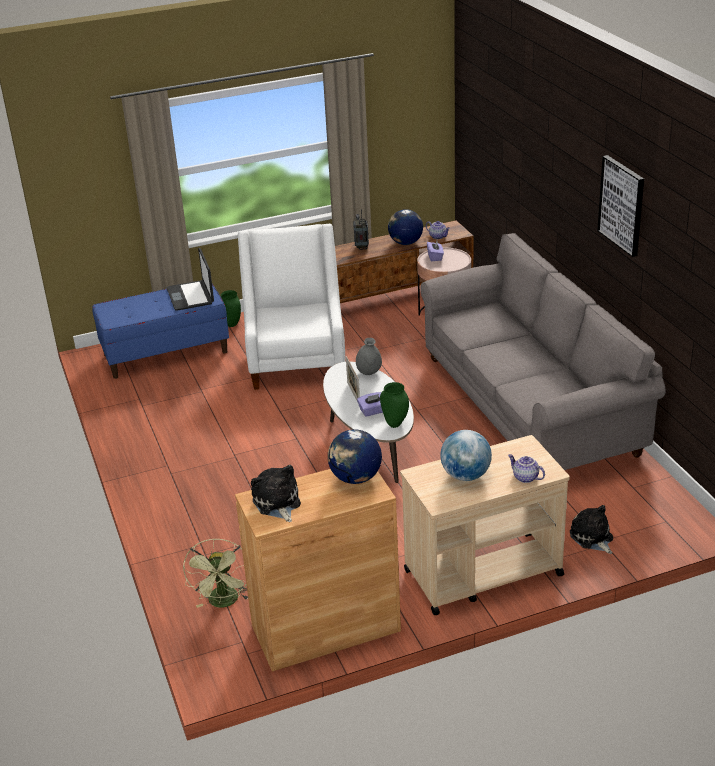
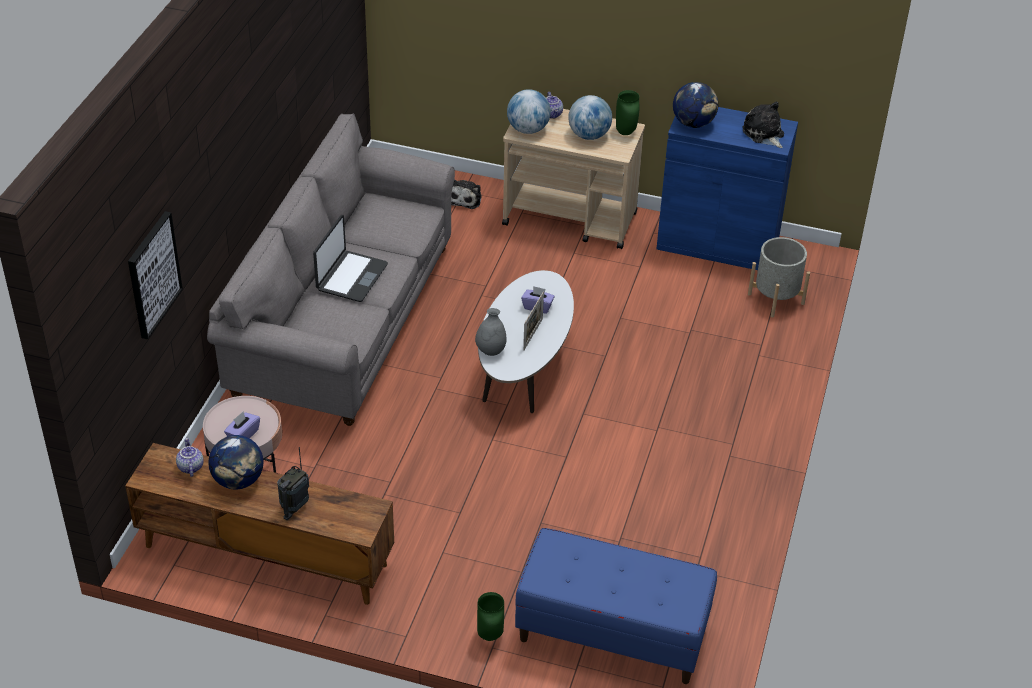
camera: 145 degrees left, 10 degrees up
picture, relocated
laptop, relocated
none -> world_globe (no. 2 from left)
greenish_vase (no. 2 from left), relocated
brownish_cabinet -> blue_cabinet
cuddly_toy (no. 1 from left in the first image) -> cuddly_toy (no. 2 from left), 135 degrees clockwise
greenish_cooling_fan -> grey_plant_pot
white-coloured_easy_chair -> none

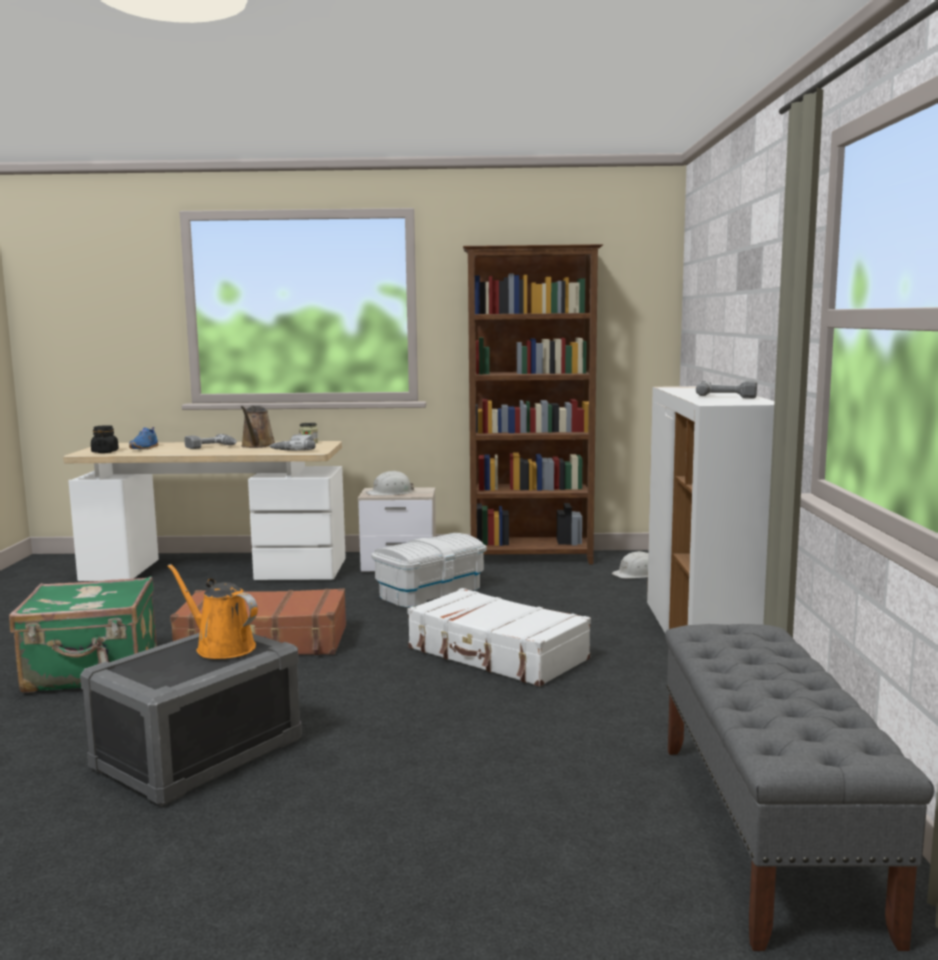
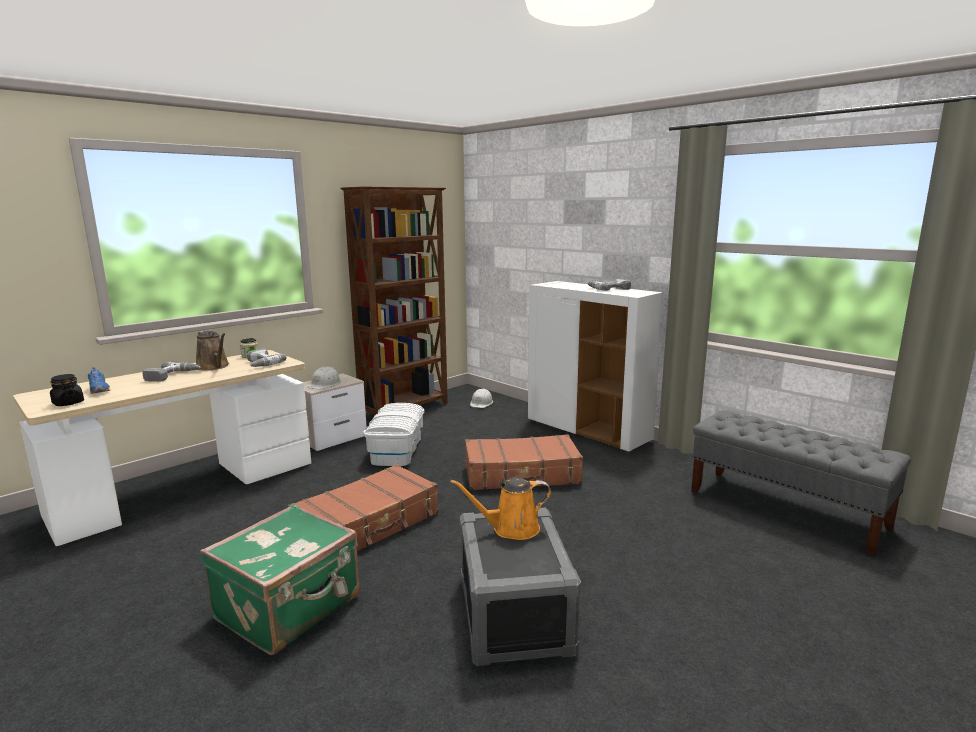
camera: 45 degrees left, 5 degrees up
white-coloured_piece_of_luggage -> brownish_piece_of_luggage (no. 2 from left)

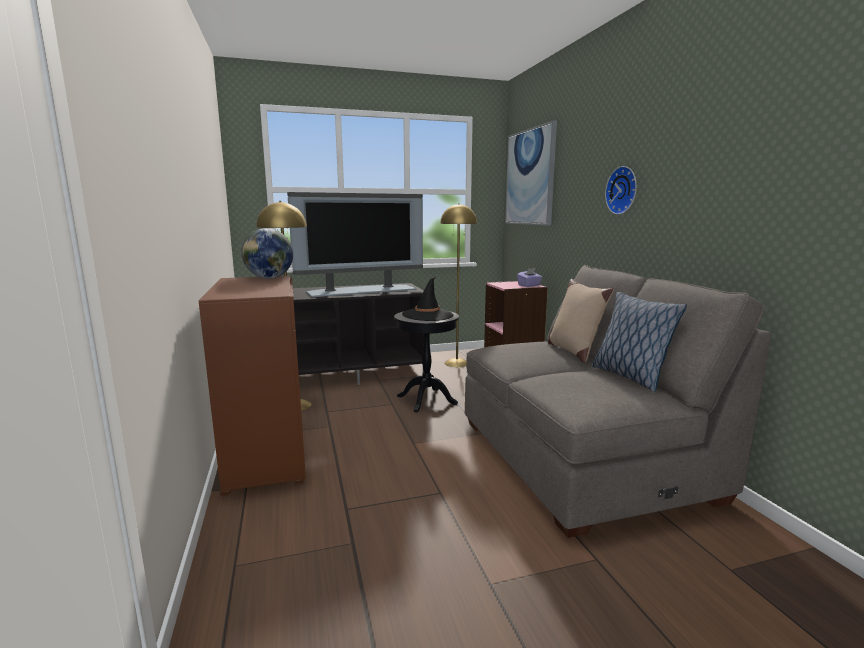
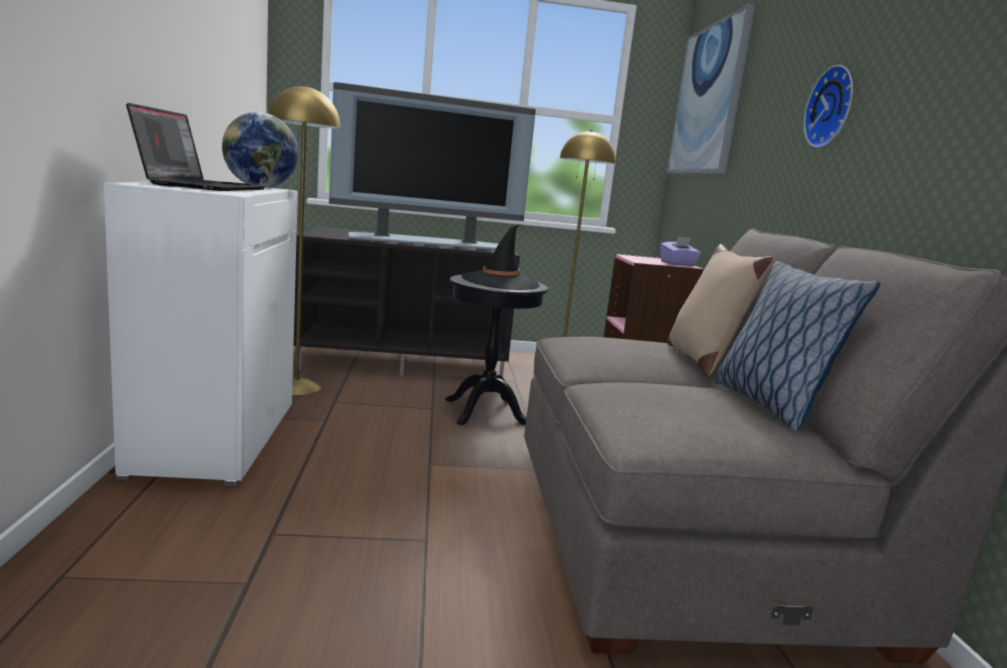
camera: 10 degrees right, 0 degrees up
brownish_cabinet -> white-coloured_cabinet
none -> laptop

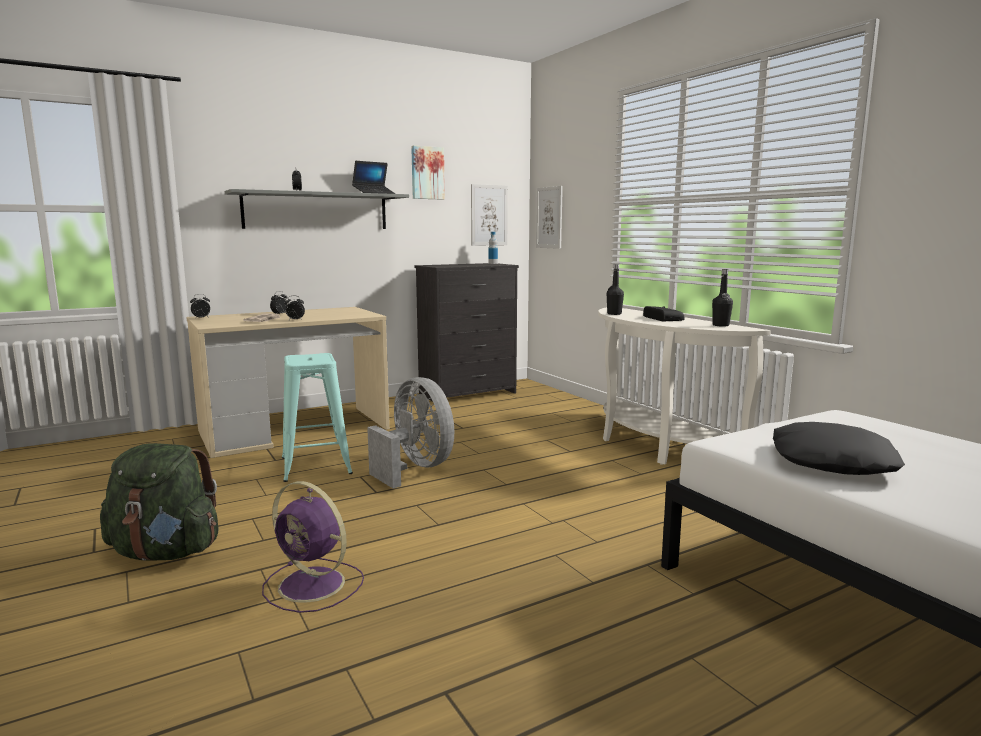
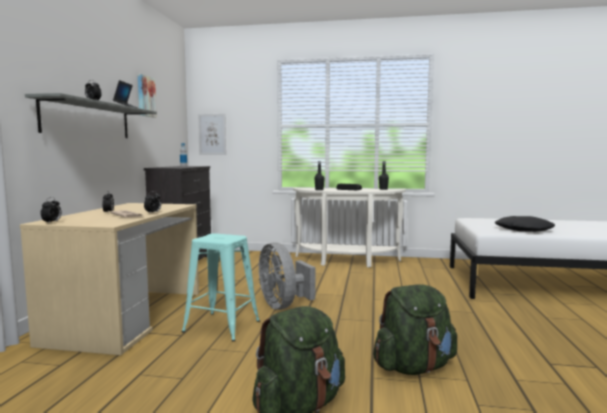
camera: 50 degrees left, 5 degrees down
grey_cooling_fan, 120 degrees counterclockwise
purplish_cooling_fan -> greenish_backpack (no. 2 from left)
picture (no. 2 from left) -> none

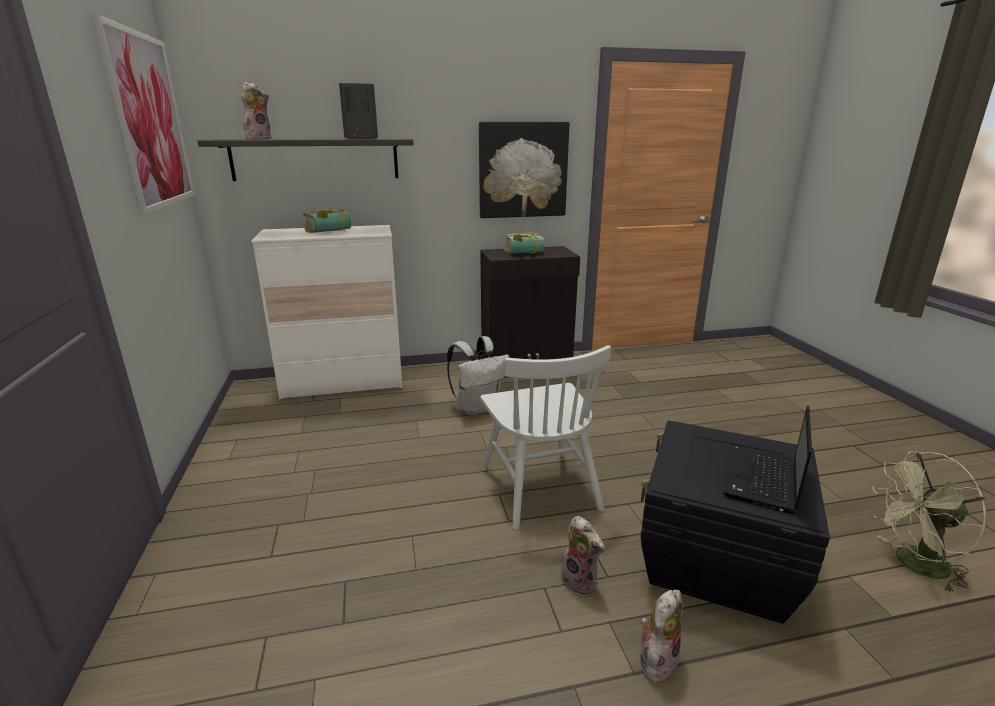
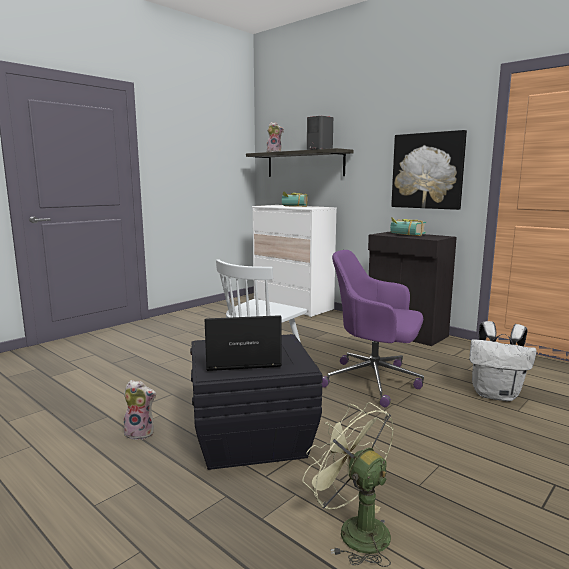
camera: 55 degrees right, 10 degrees down
none -> purplish_desk_chair
white-coloured_backpack, relocated
picture (no. 1 from left) -> none
cuddly_toy (no. 2 from left) -> none

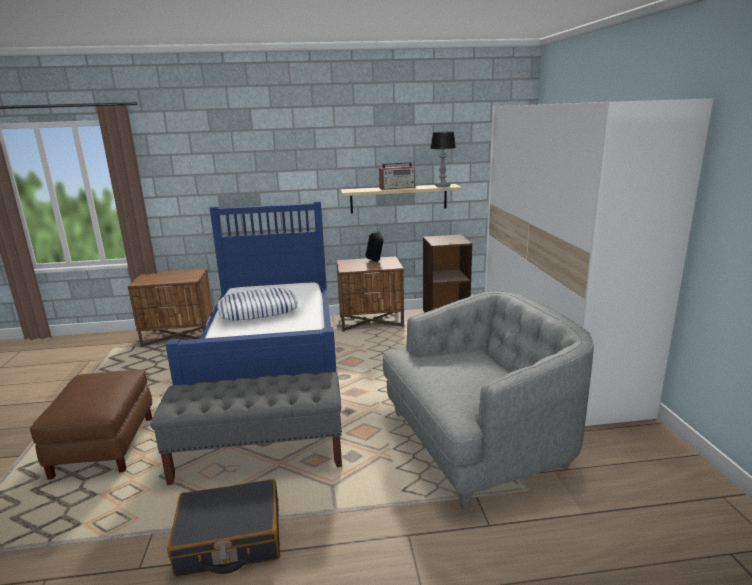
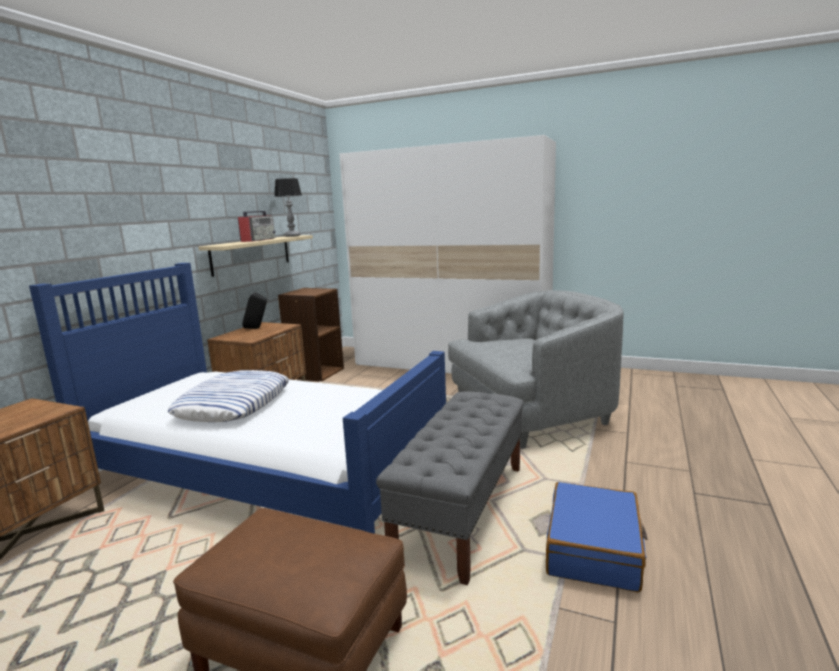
camera: 60 degrees left, 5 degrees down
grey_easy_chair, 60 degrees clockwise
black-coloured_piece_of_luggage -> blue_piece_of_luggage

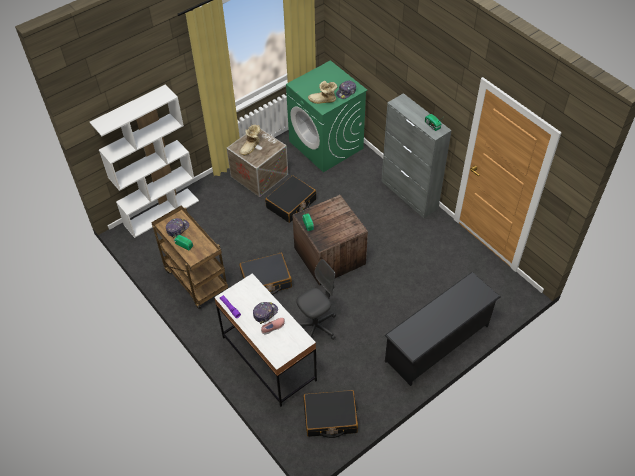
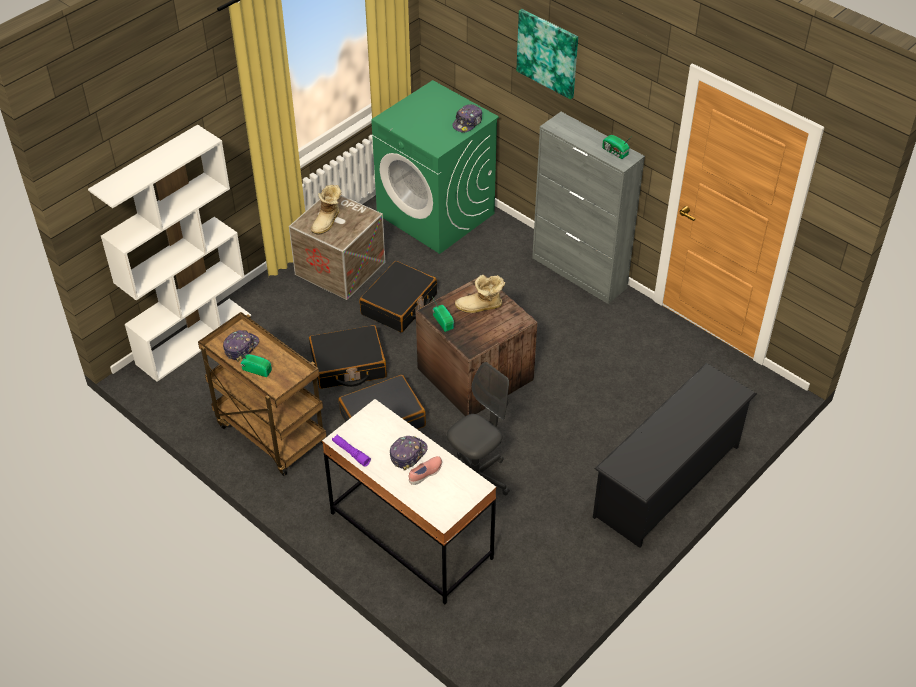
camera: 10 degrees left, 5 degrees down
black-coloured_piece_of_luggage (no. 3 from left in the first image) -> black-coloured_piece_of_luggage (no. 1 from left), relocated
tall_boot (no. 2 from left), relocated
none -> picture

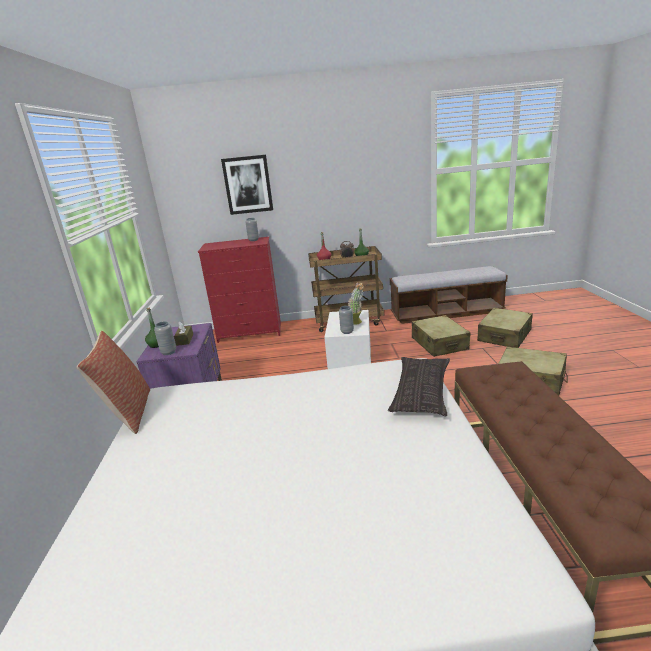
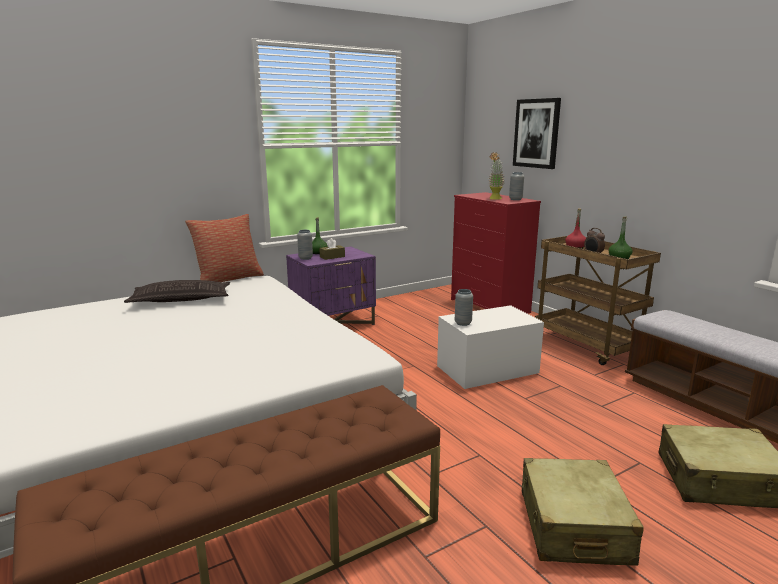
camera: 60 degrees right, 5 degrees down
pillow (no. 2 from left in the first image) -> pillow (no. 1 from left), relocated
plant_in_a_pot, relocated
beige_piece_of_luggage (no. 1 from left) -> none

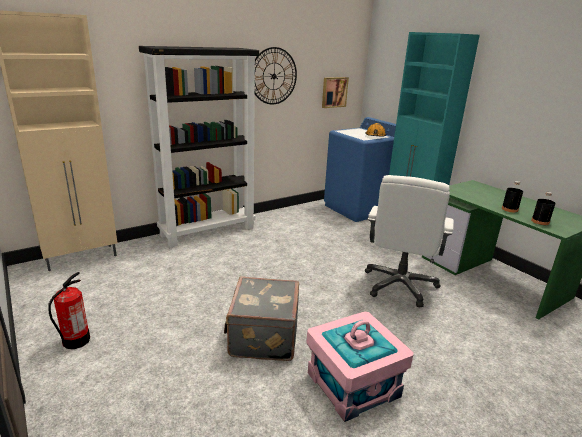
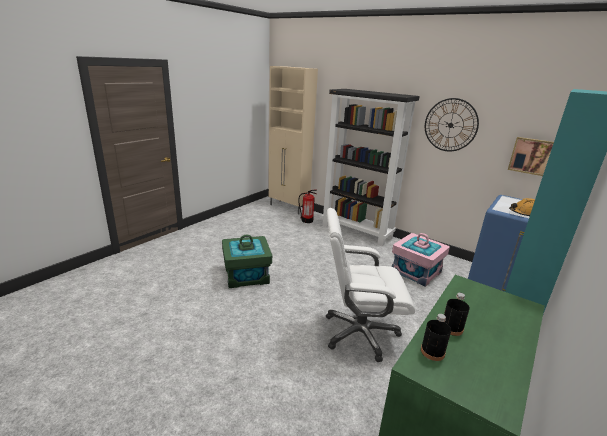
camera: 70 degrees right, 0 degrees up
grey_piece_of_luggage -> greenish_storage_container
fire_extinguisher, relocated
pinkish_storage_container, relocated

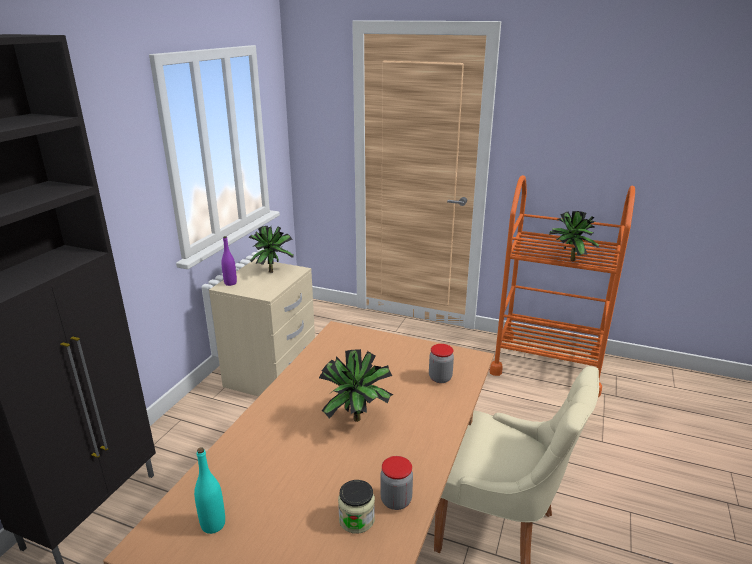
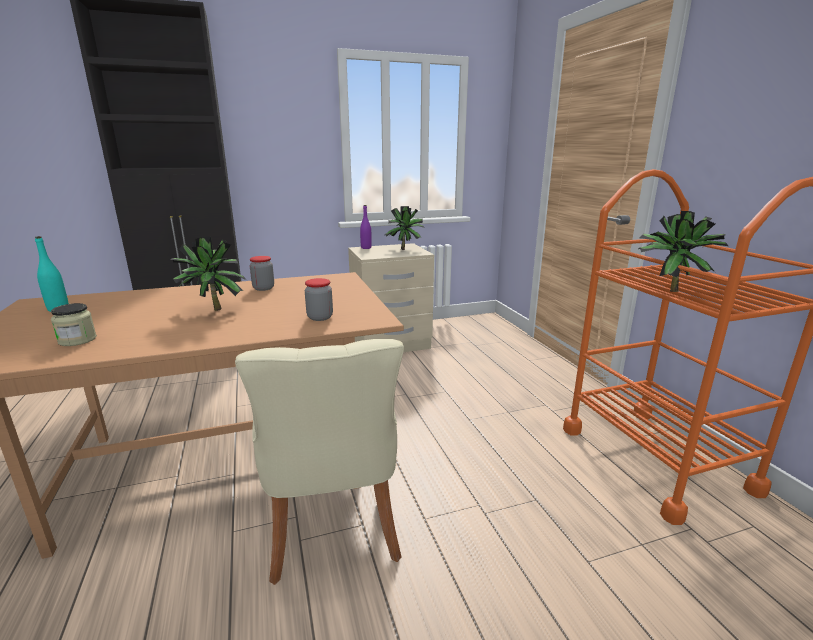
camera: 50 degrees right, 5 degrees down
storage_jar (no. 2 from left), relocated

